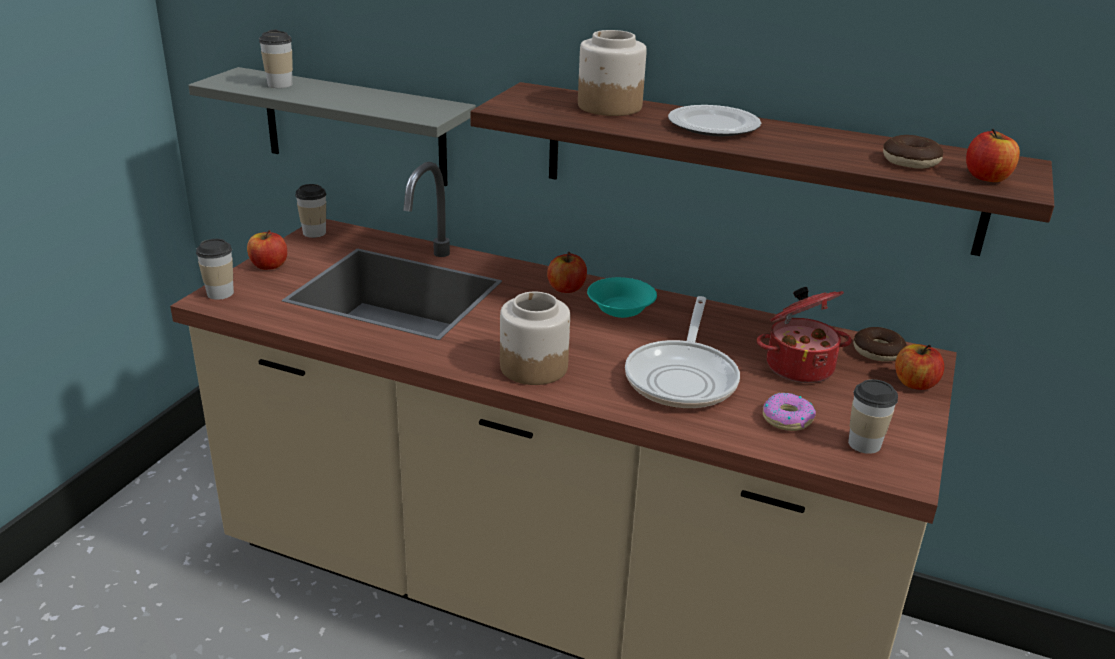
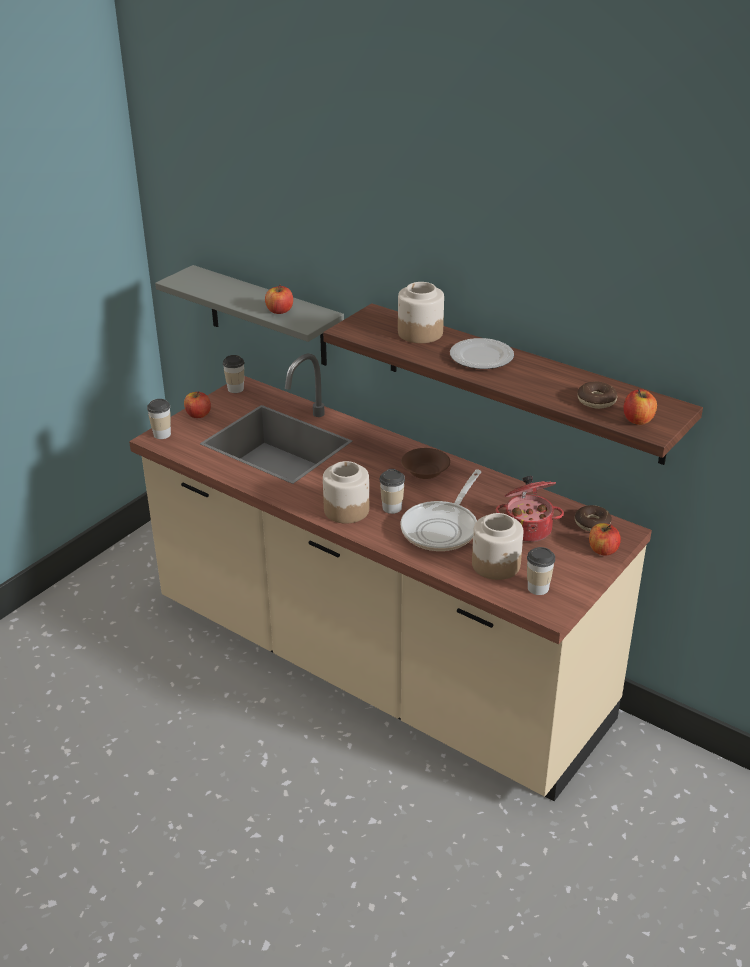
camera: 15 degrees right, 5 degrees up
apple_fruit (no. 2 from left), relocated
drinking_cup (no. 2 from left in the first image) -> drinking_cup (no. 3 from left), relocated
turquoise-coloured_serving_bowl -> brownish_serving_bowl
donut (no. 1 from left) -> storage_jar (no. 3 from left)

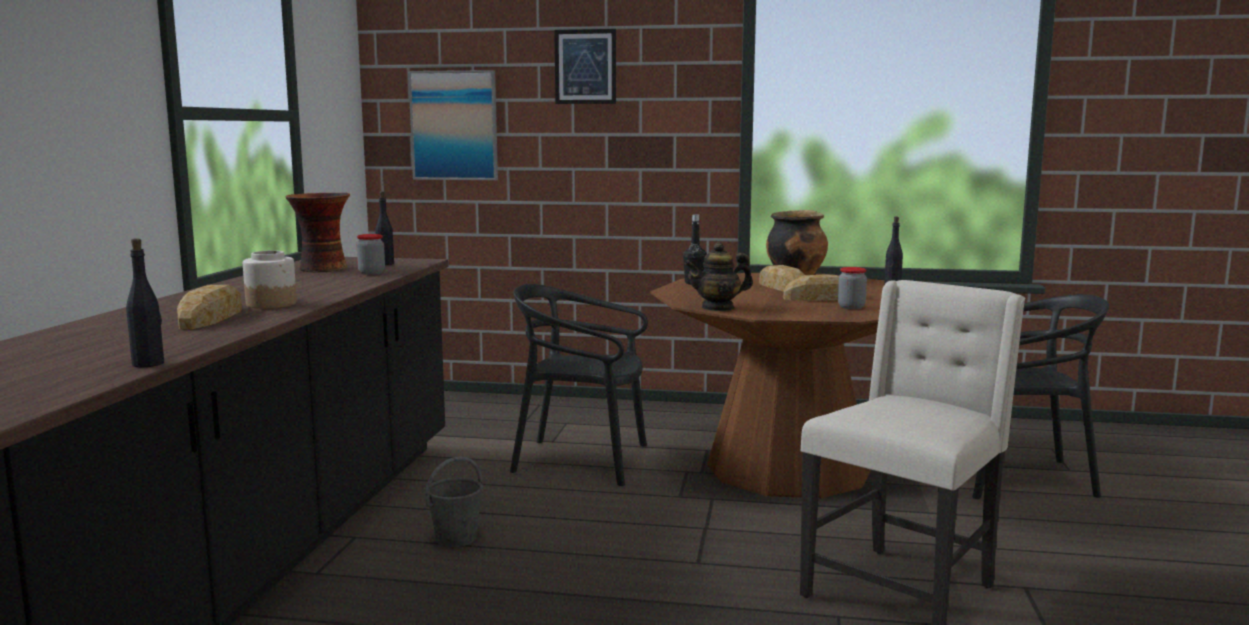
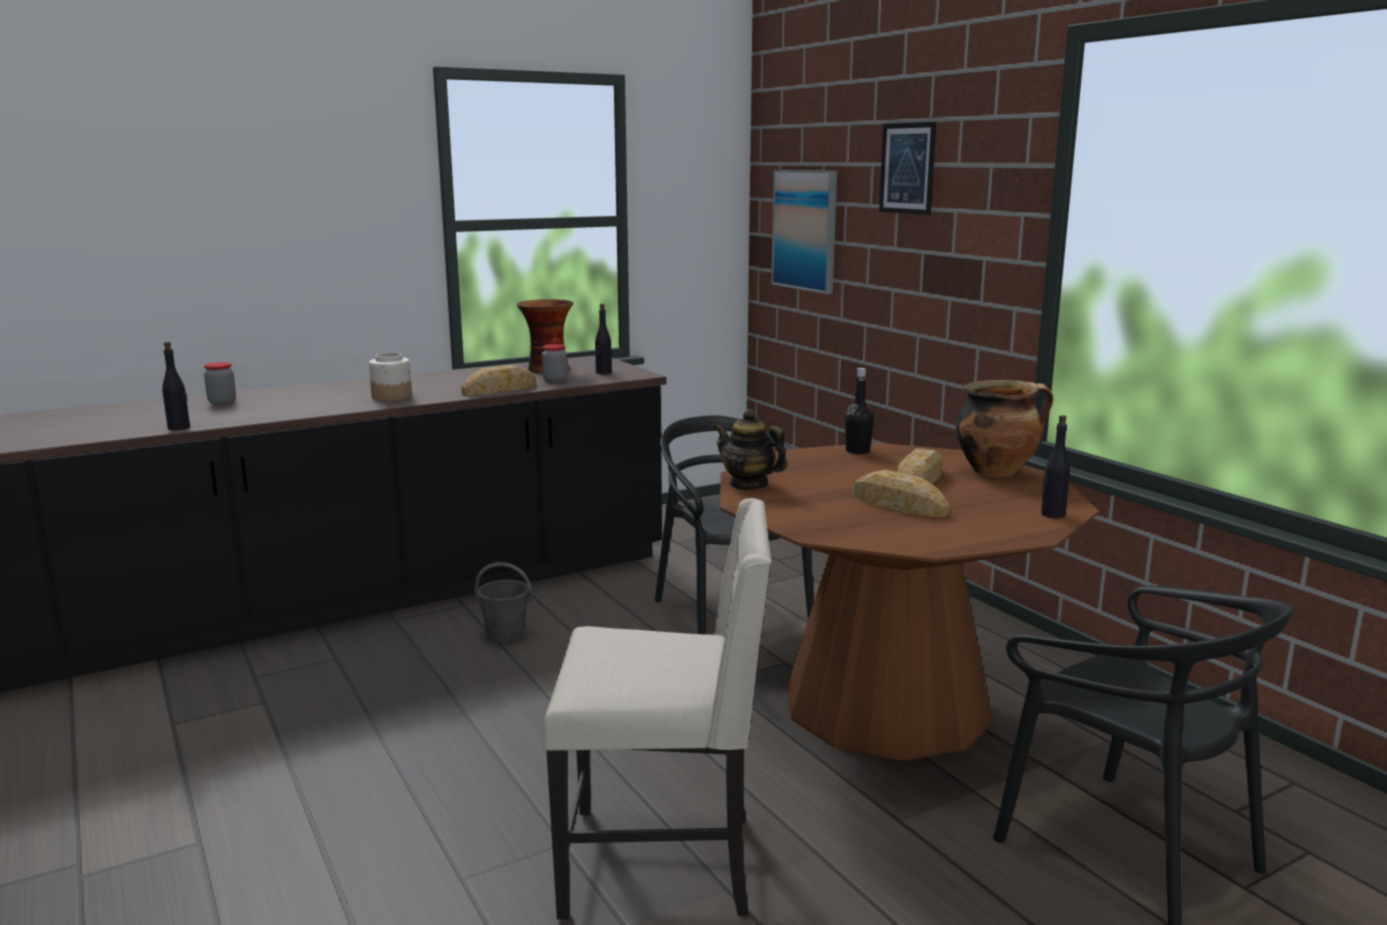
camera: 50 degrees right, 5 degrees up
storage_jar (no. 3 from left in the first image) -> storage_jar (no. 1 from left), relocated
bread (no. 1 from left), relocated

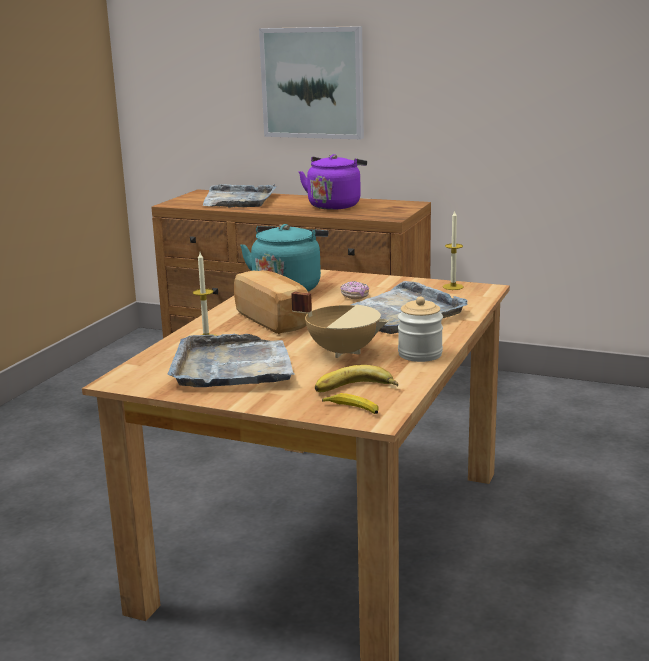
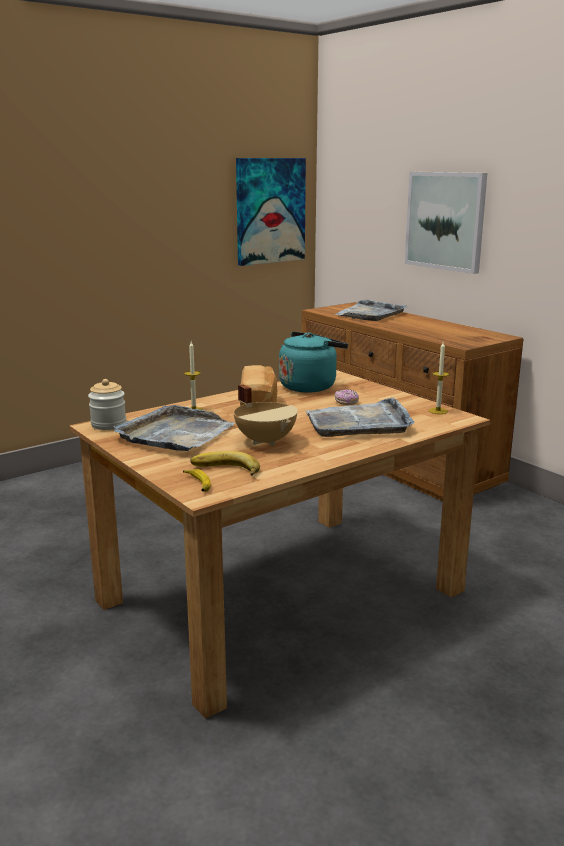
camera: 30 degrees right, 0 degrees up
storage_jar, relocated
none -> picture (no. 1 from left)
purplish_water_kettle -> none

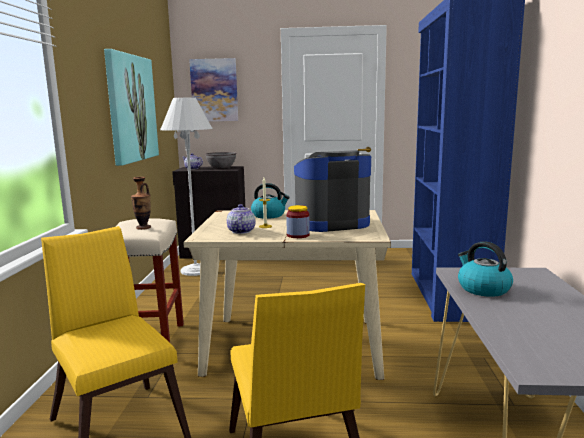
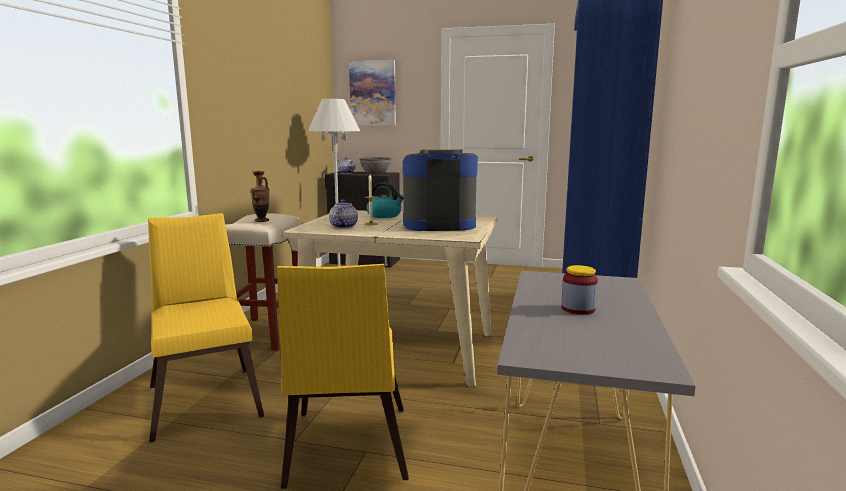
camera: 10 degrees right, 0 degrees up
storage_jar, relocated
picture (no. 1 from left) -> none
water_kettle (no. 2 from left) -> none

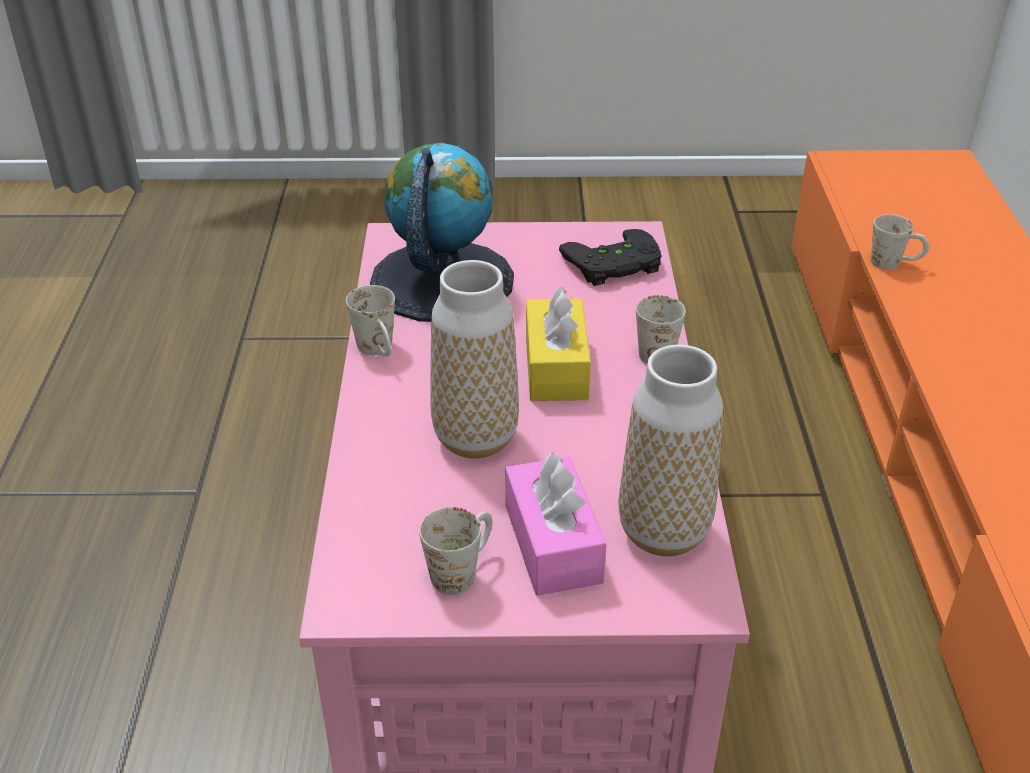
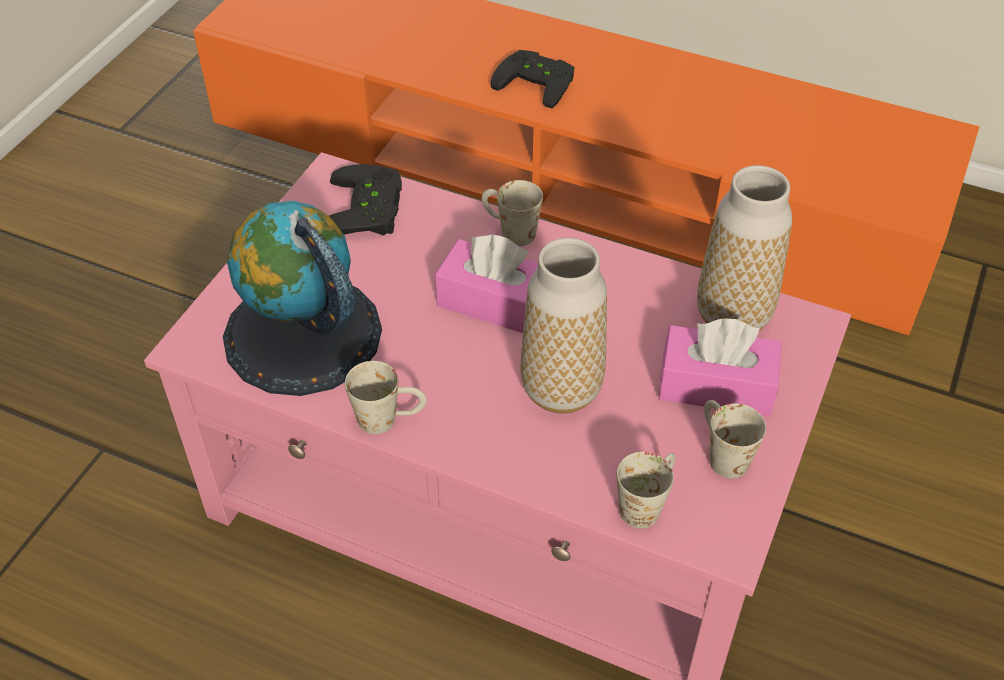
camera: 65 degrees left, 10 degrees up
yellow_box_of_tissues -> pinkish_box_of_tissues (no. 1 from left)
none -> black-coloured_game_controller (no. 2 from left)
white-coloured_mug (no. 4 from left in the first image) -> white-coloured_mug (no. 3 from left), relocated

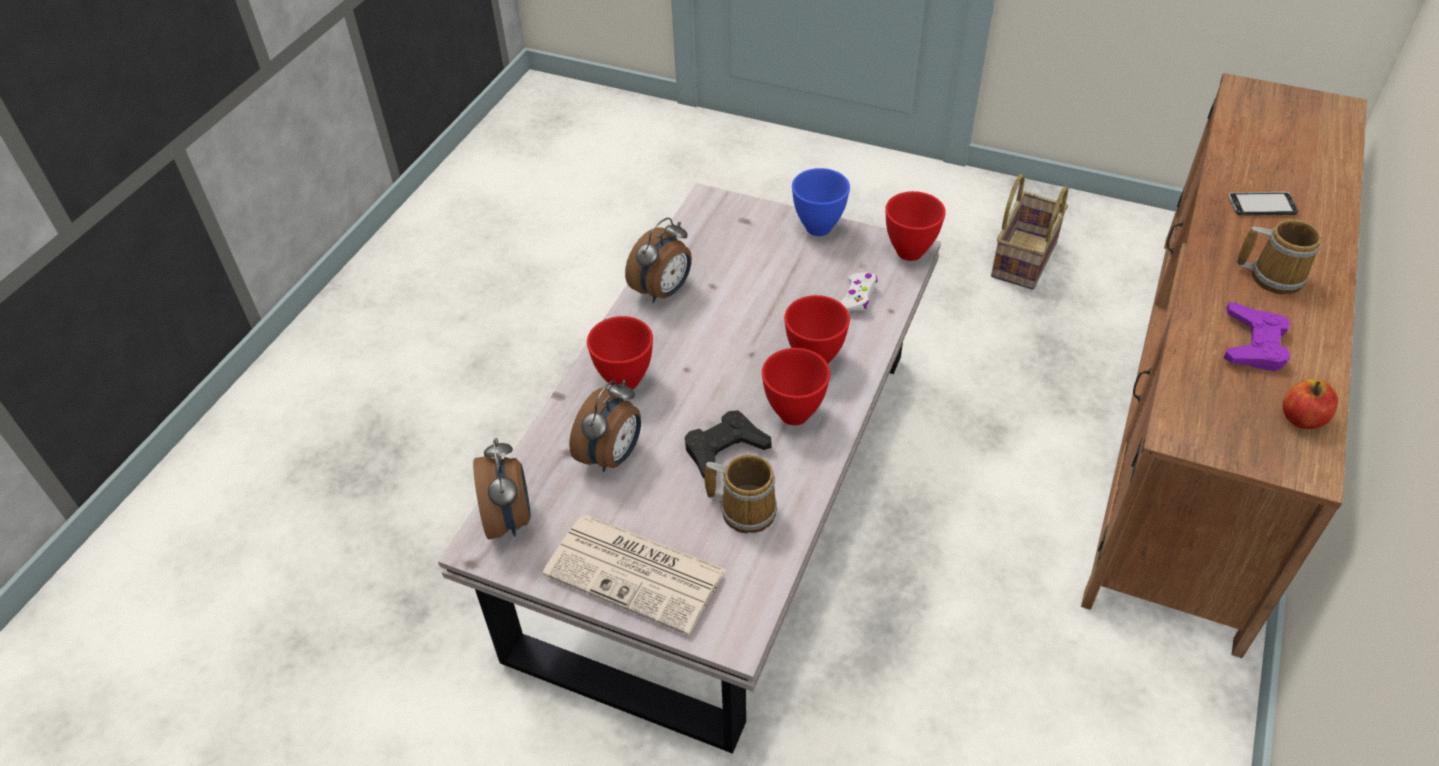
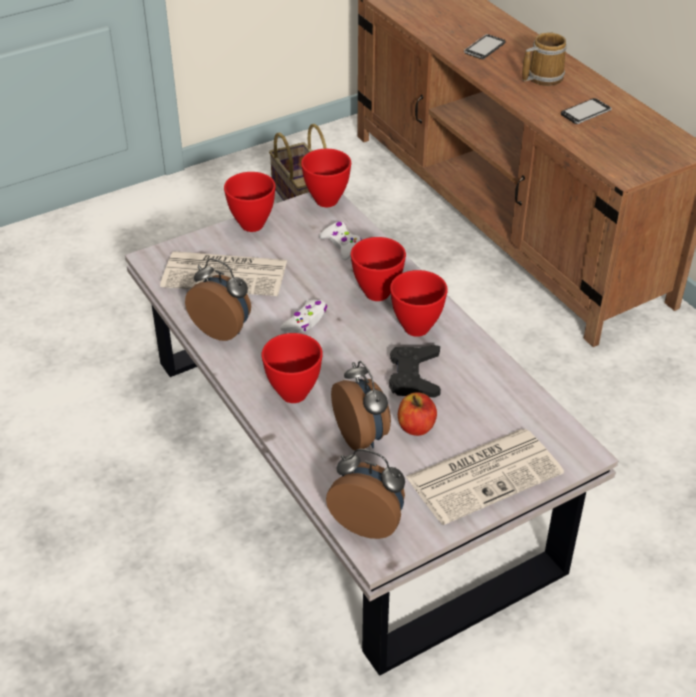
camera: 55 degrees left, 5 degrees down
none -> newspaper (no. 1 from left)
bedside_clock (no. 3 from left in the first image) -> bedside_clock (no. 1 from left), 45 degrees counterclockwise
blue_serving_bowl -> red-coloured_serving_bowl (no. 1 from left)
none -> white-coloured_game_controller (no. 1 from left)
apple_fruit, relocated
purplish_game_controller -> telephone (no. 2 from left)
mug (no. 1 from left) -> none

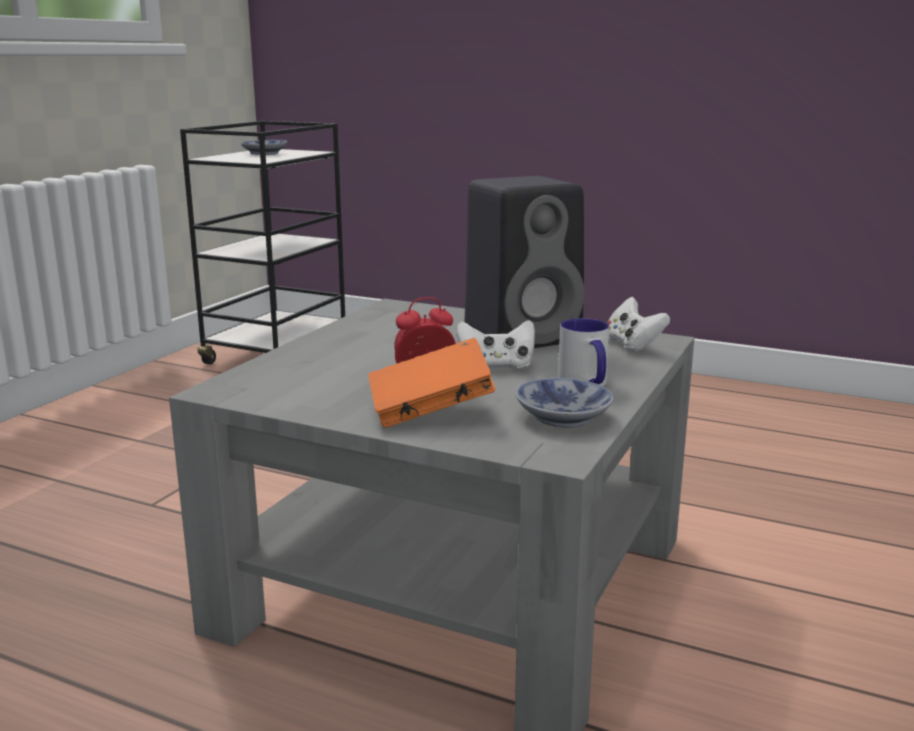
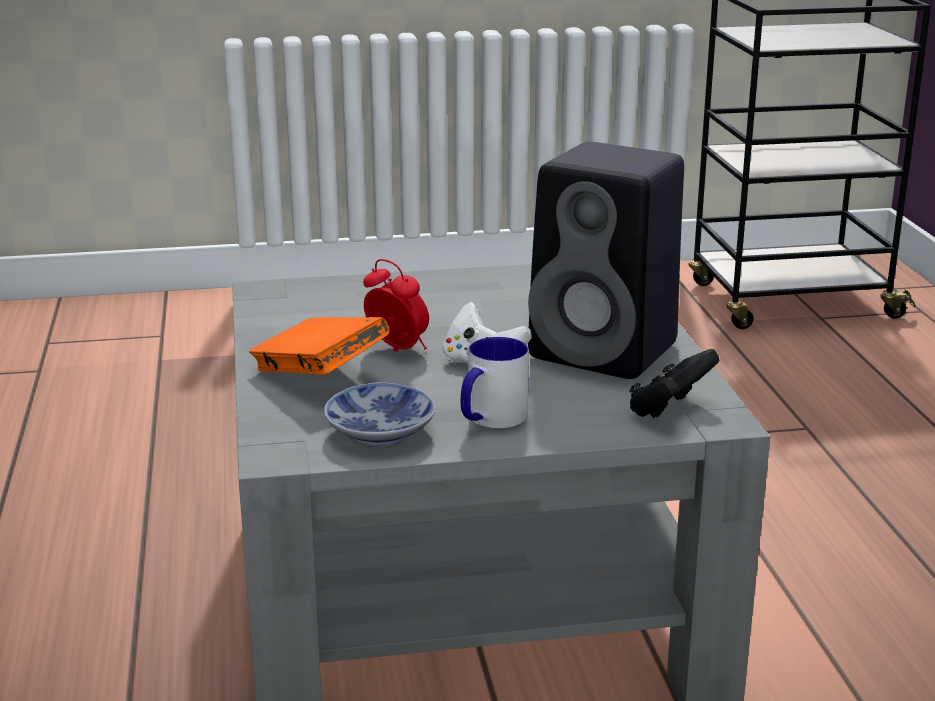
camera: 55 degrees right, 5 degrees up
white-coloured_game_controller (no. 2 from left) -> black-coloured_game_controller
serving_bowl (no. 1 from left) -> none

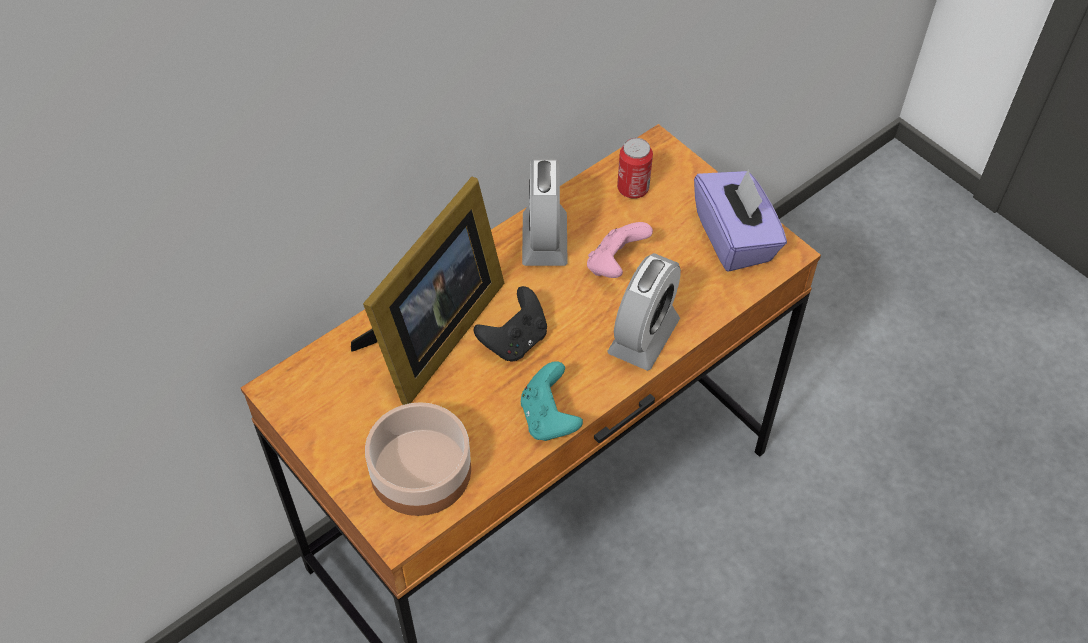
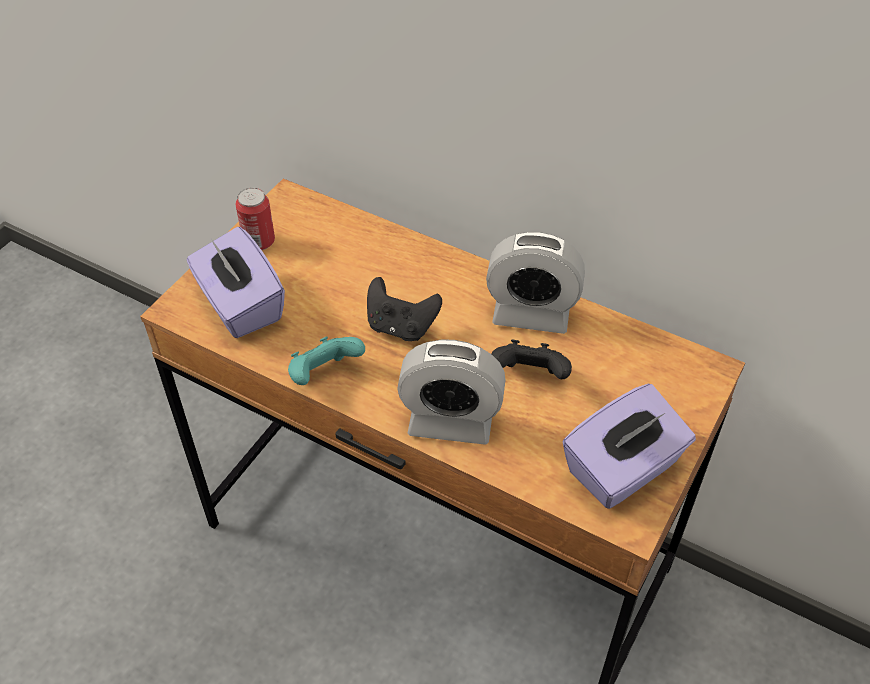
camera: 70 degrees right, 5 degrees down
serving_bowl -> purplish_box_of_tissues (no. 1 from left)
can, relocated
bedside_clock (no. 1 from left in the first image) -> bedside_clock (no. 2 from left), 150 degrees counterclockwise
pinkish_game_controller -> black-coloured_game_controller (no. 2 from left)
photo_frame -> none

